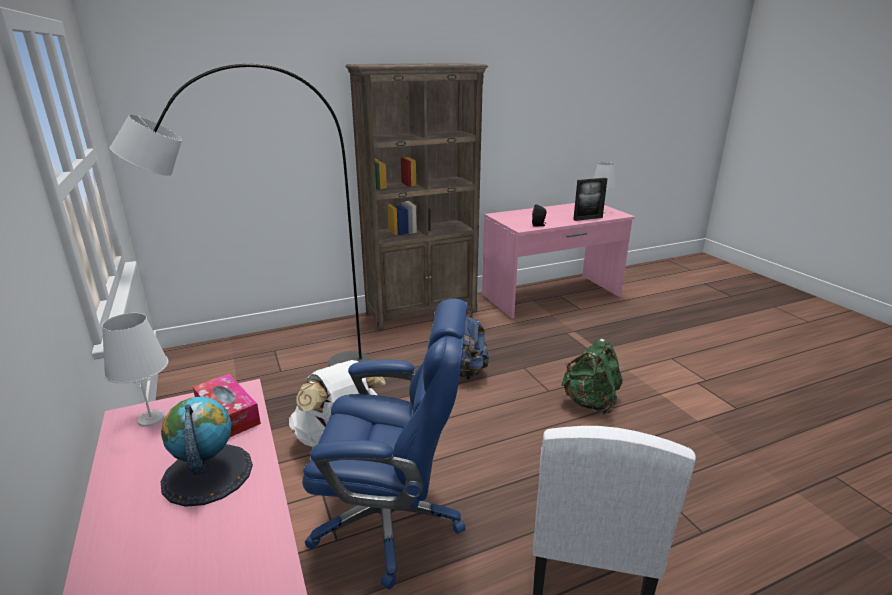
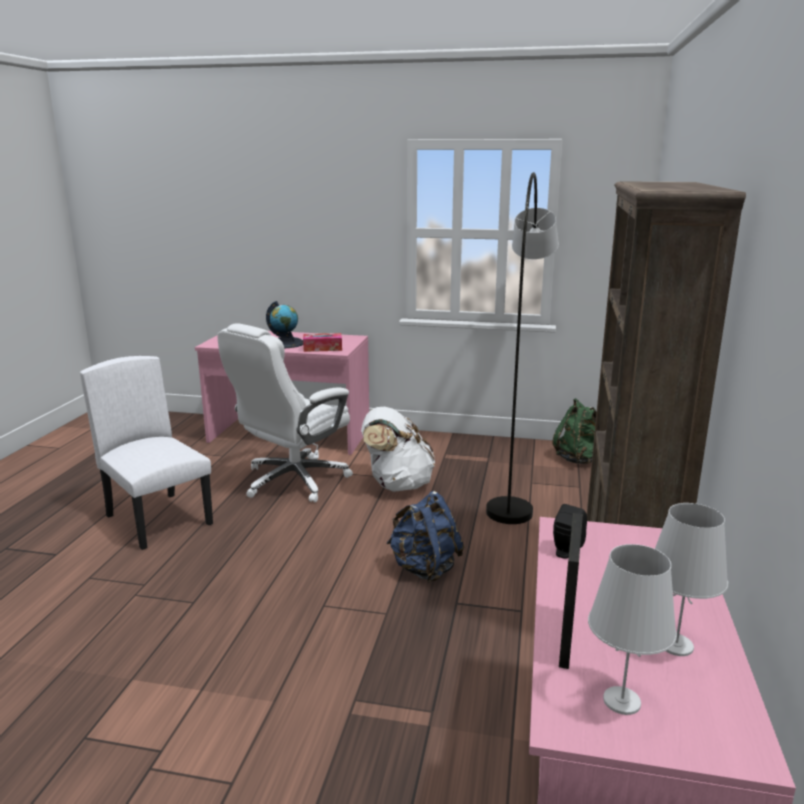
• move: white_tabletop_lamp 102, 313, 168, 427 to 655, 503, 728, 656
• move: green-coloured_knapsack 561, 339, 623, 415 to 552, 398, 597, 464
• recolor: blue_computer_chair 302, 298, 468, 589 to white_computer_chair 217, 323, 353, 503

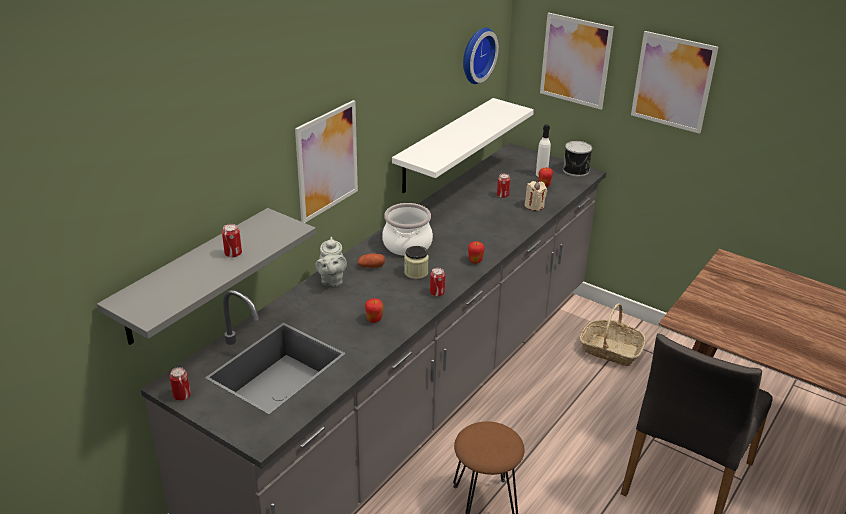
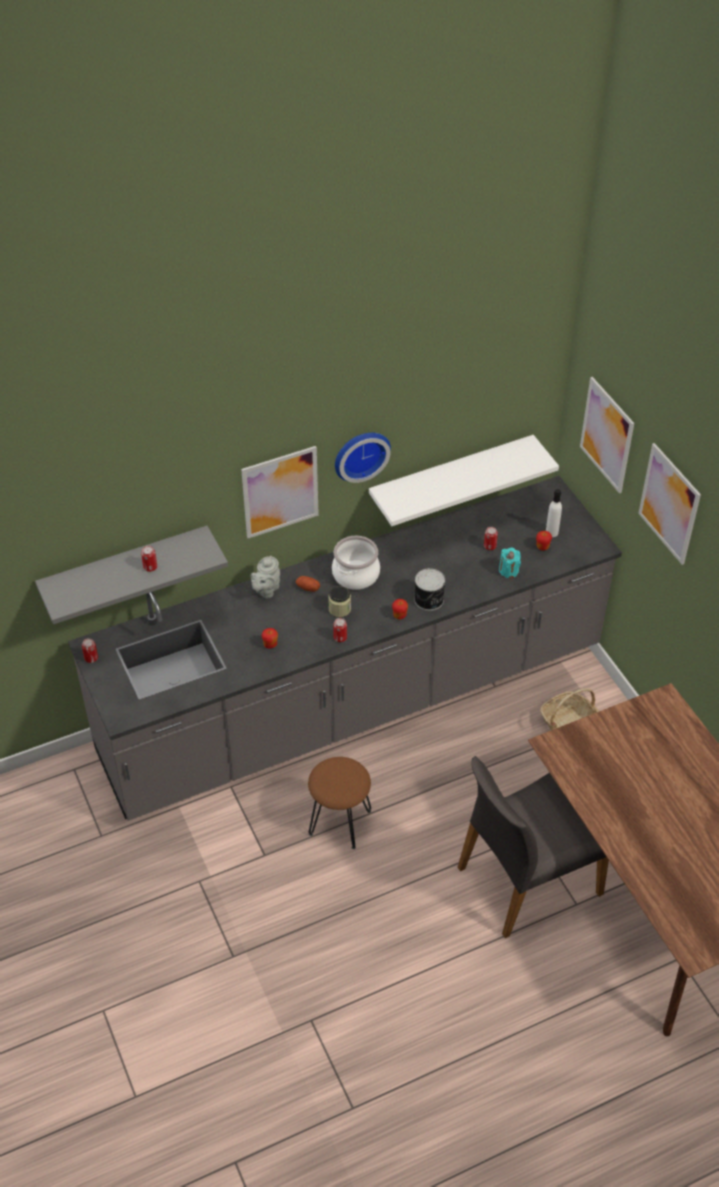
• move: hanging_clock 463, 28, 499, 84 to 335, 433, 391, 483
• move: metal_can 563, 141, 592, 177 to 414, 568, 445, 611
• recolor: beige-coloured_wax_candle 524, 181, 547, 211 to blue-green_wax_candle 499, 547, 521, 578

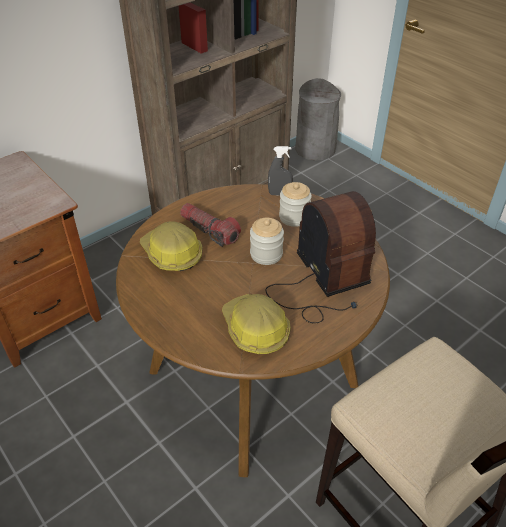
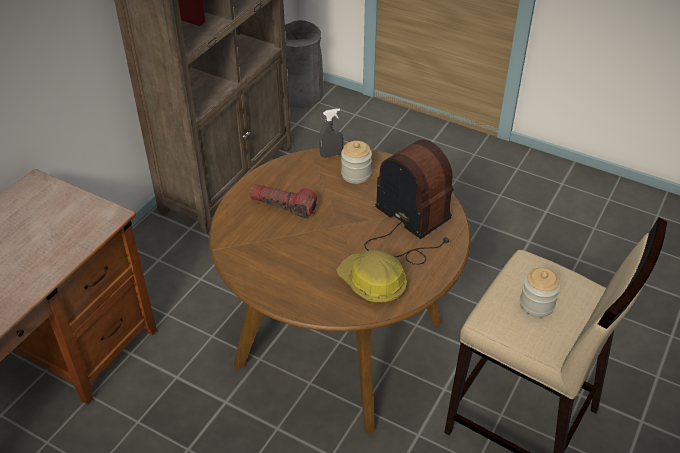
• delete: work_helmet 140, 221, 203, 271
• move: jar 250, 218, 284, 265 to 520, 267, 561, 318

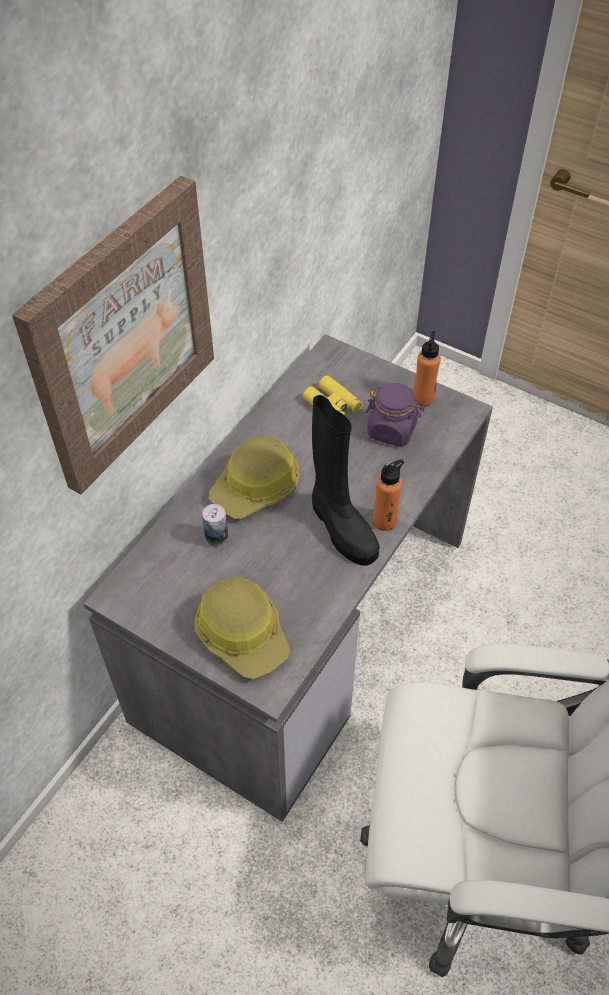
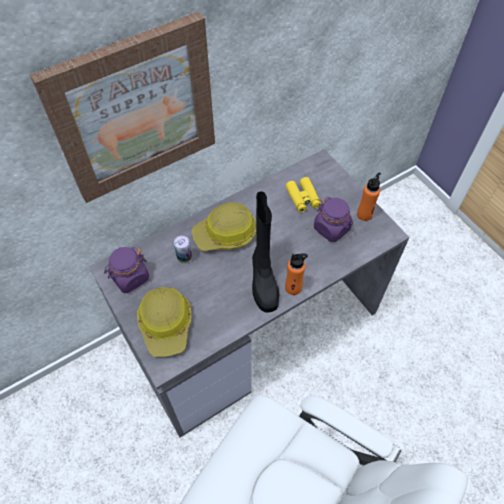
• insert: purple-coloured_jar 104, 247, 149, 293

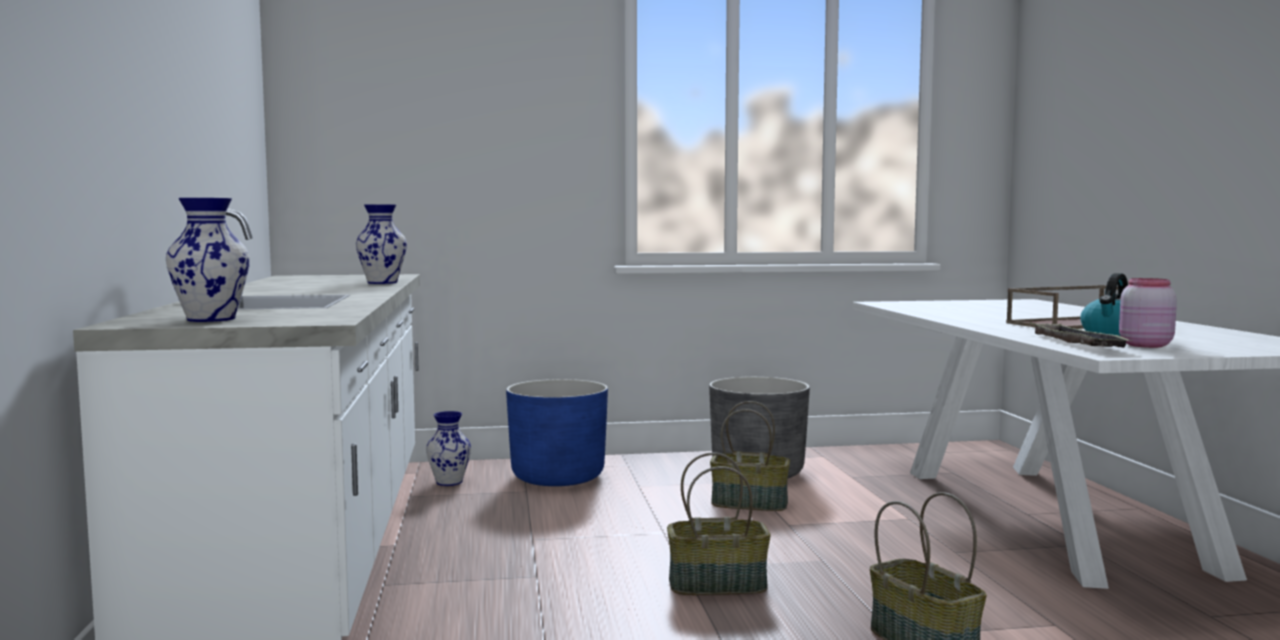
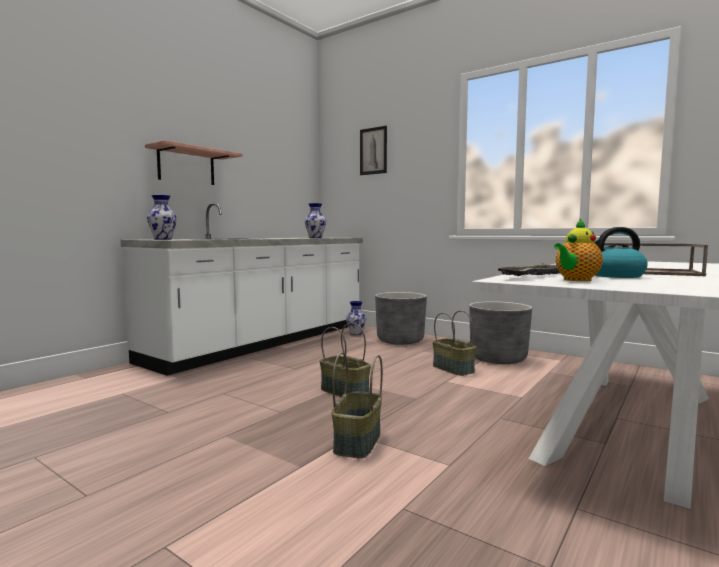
• insert: wall_shelf 145, 140, 242, 185
• insert: picture 360, 126, 387, 175
• replace: pinkish_jar 1119, 278, 1177, 348 to tea_pot 554, 219, 603, 281
• recolor: blue_flower_pot 506, 379, 608, 486 to gray_flower_pot 375, 292, 427, 345

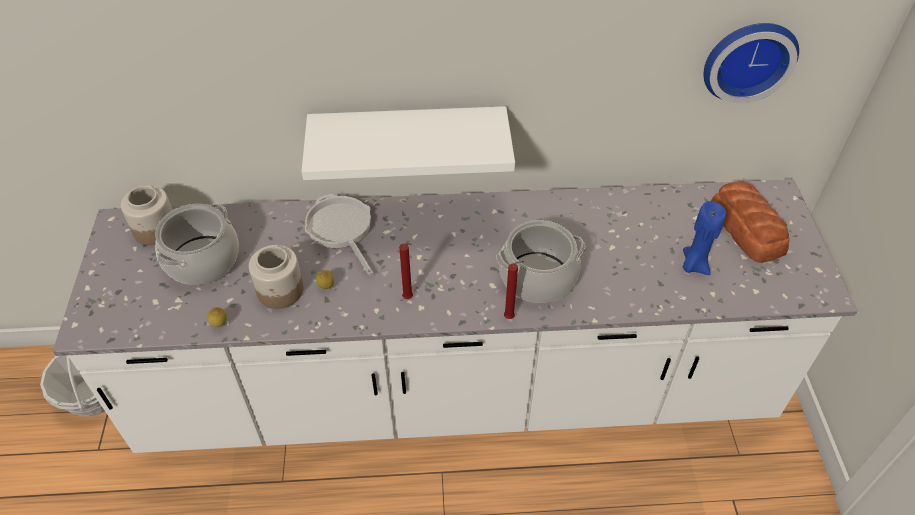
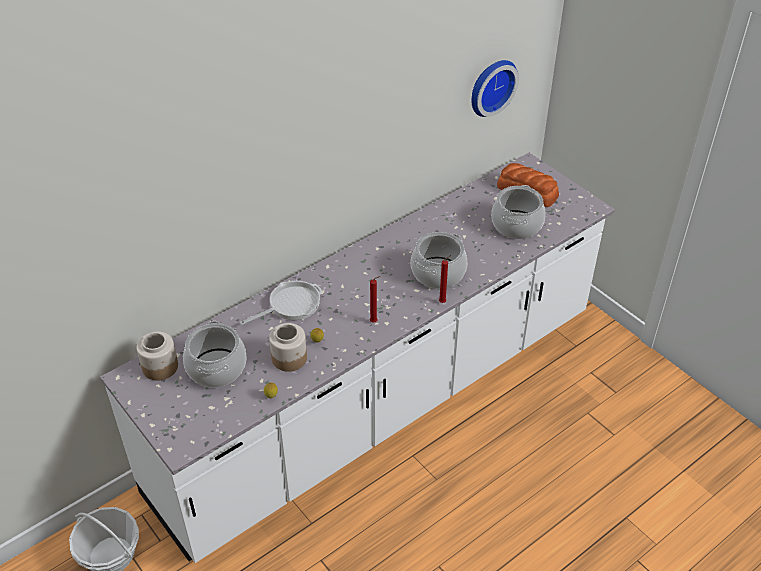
• delete: white_wall_shelf 301, 106, 515, 180
• replace: blue_wax_candle 683, 201, 726, 275 to stockpot 491, 185, 546, 239
• rotate: pan 305, 194, 374, 276 = 240, 281, 322, 325 120 degrees clockwise

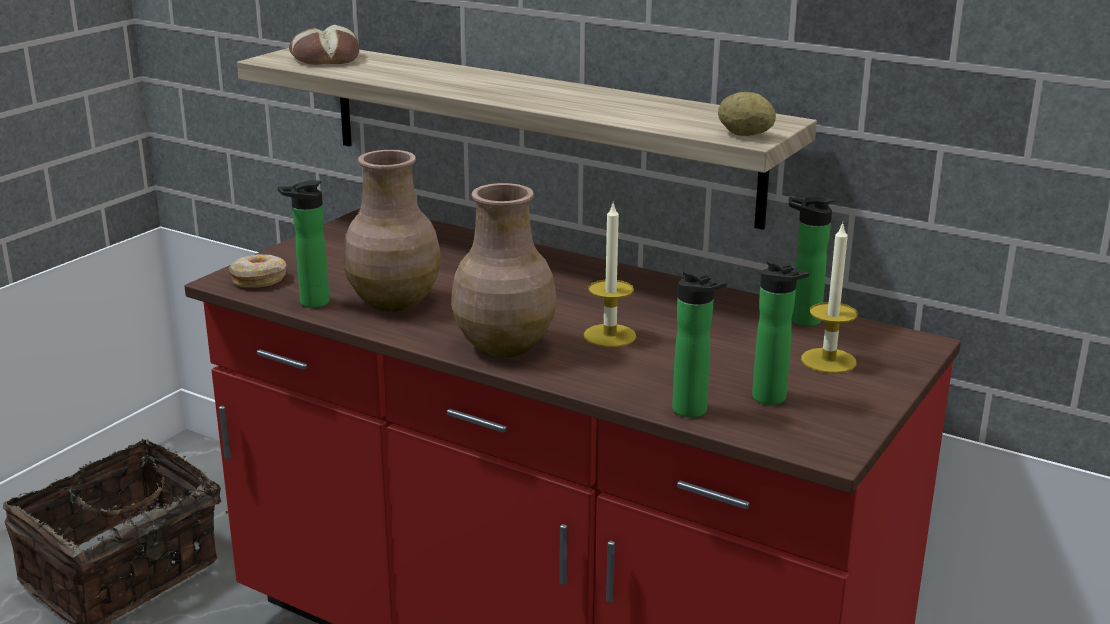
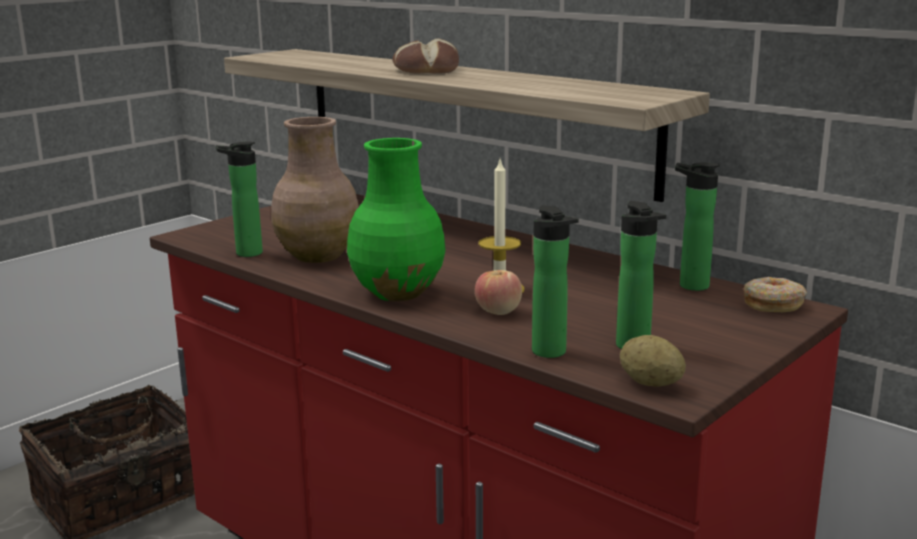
• delete: wax_candle 801, 222, 858, 374
• insert: apple 475, 270, 522, 315
• move: donut 229, 254, 287, 288 to 743, 277, 807, 312
• move: baked_bread 289, 25, 359, 65 to 392, 38, 459, 74
• move: spud 718, 92, 776, 136 to 620, 335, 686, 387
• recolor: brownish_flower_vase 451, 183, 557, 358 to green-coloured_flower_vase 347, 138, 445, 301

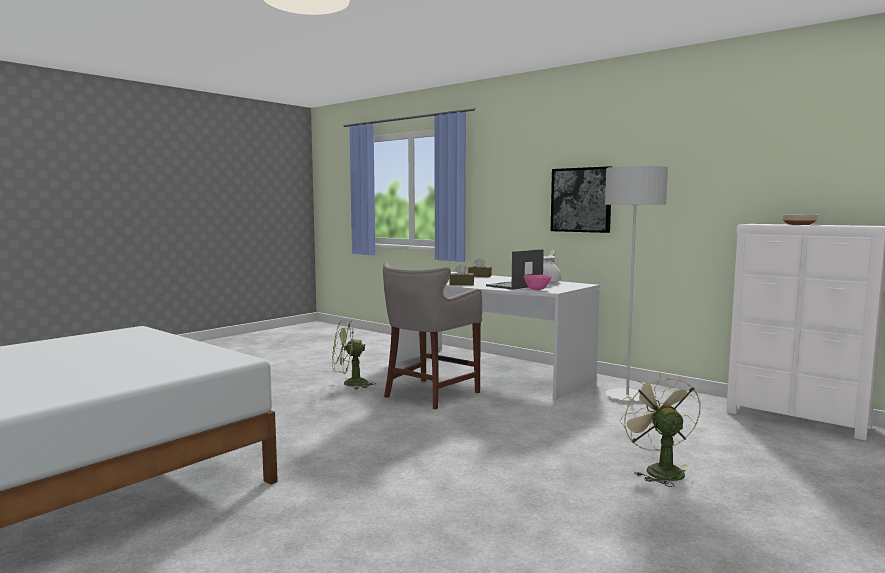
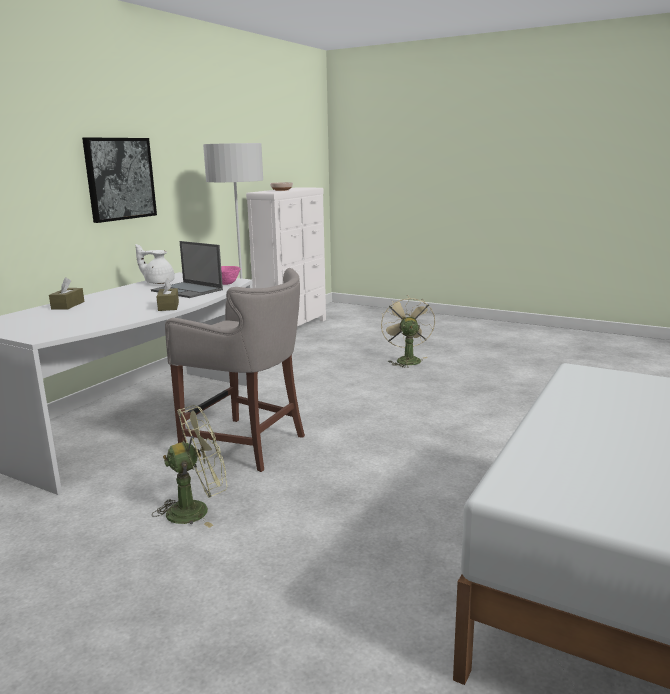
• rotate: green-coloured_electric_fan 332, 320, 375, 390 = 152, 405, 228, 528 90 degrees counterclockwise
• rotate: beige-coloured_electric_fan 620, 373, 701, 487 = 381, 295, 435, 368 105 degrees clockwise

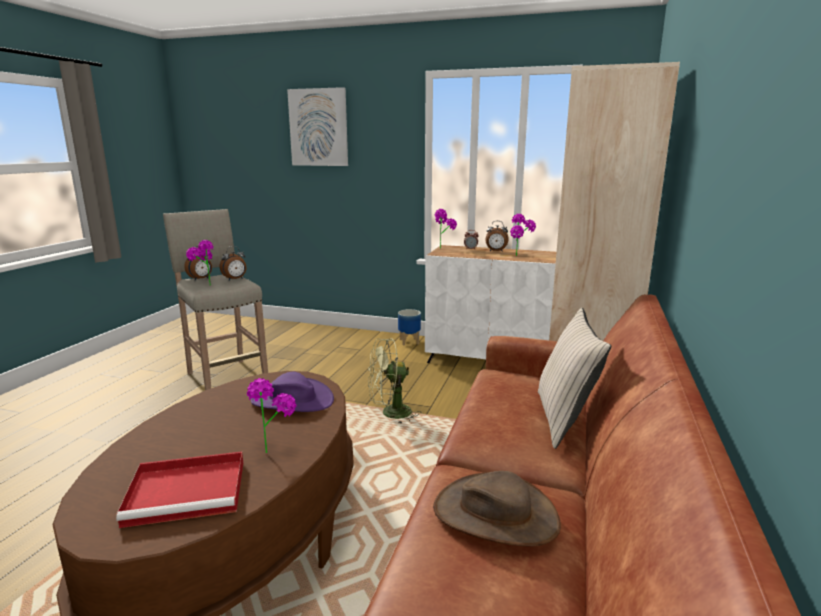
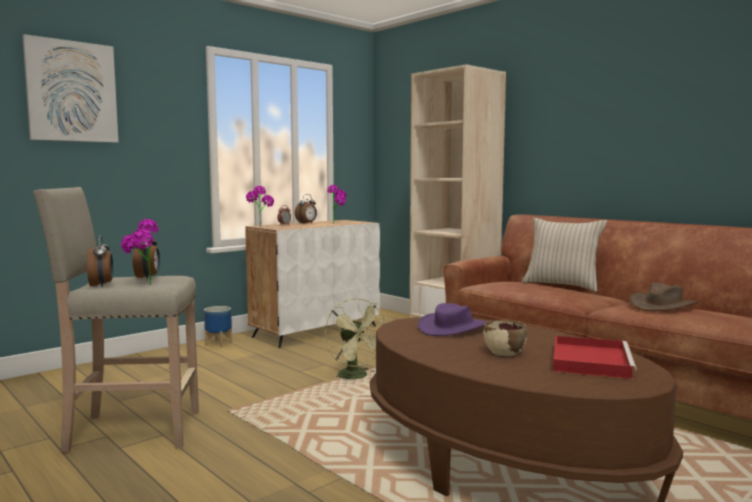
• delete: houseplant 247, 378, 296, 453
• insert: beige-coloured_serving_bowl 484, 320, 527, 356
• rotate: green-coloured_electric_fan 368, 338, 422, 424 = 325, 298, 388, 379 45 degrees counterclockwise

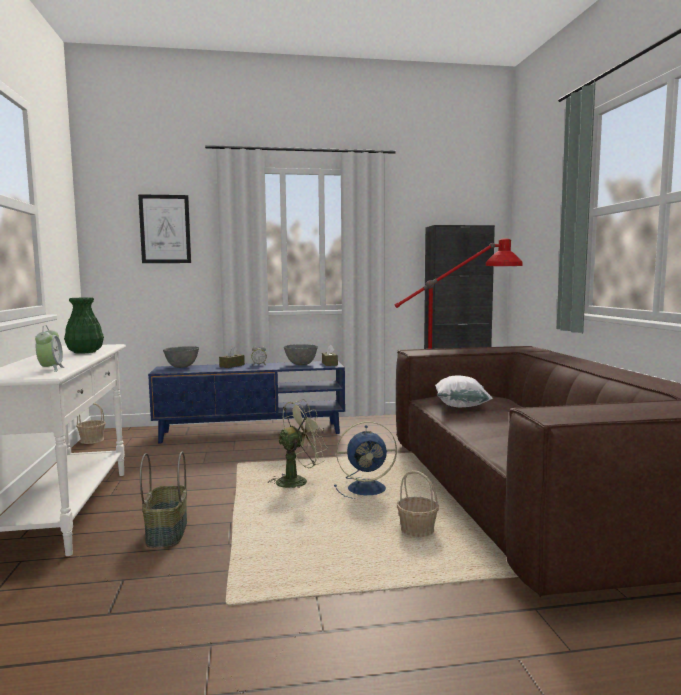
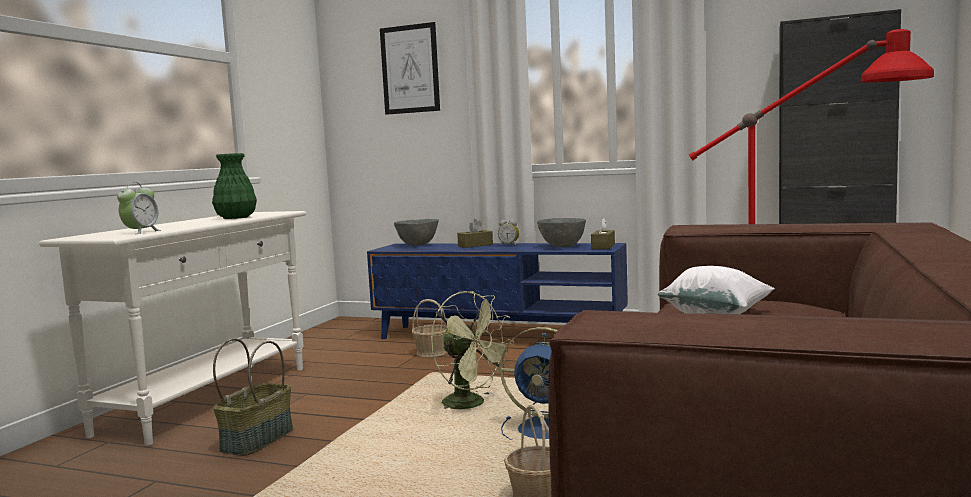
• move: storage_basket 76, 403, 106, 444 to 412, 299, 447, 357
• rotate: green-coloured_electric_fan 268, 399, 328, 488 = 431, 291, 515, 410 45 degrees clockwise

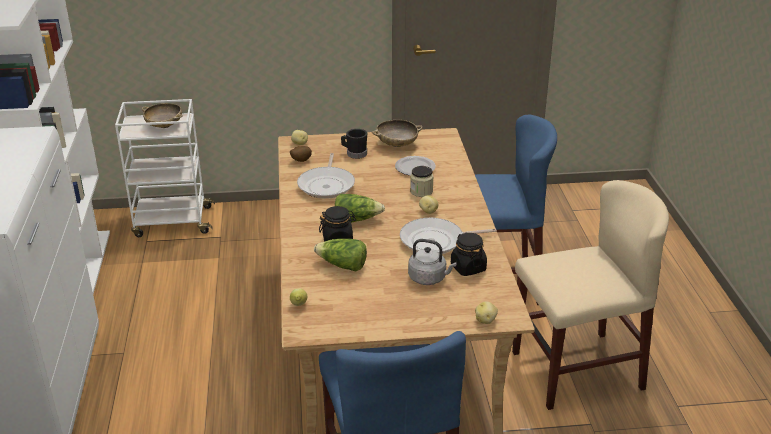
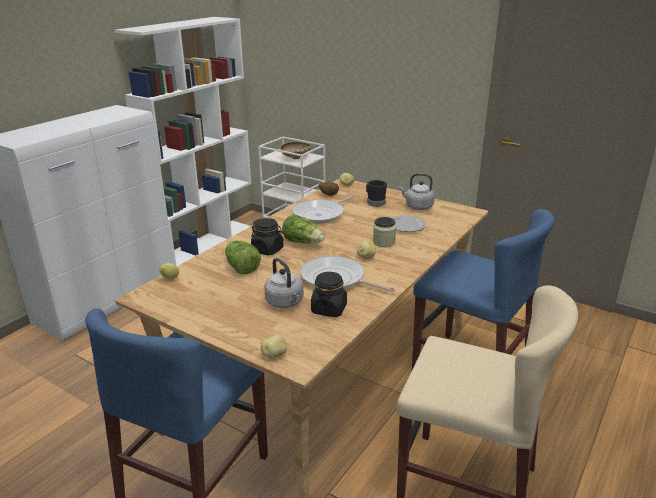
• replace: beige-coloured_serving_bowl 372, 120, 423, 147 to gray_water_kettle 399, 173, 435, 210

